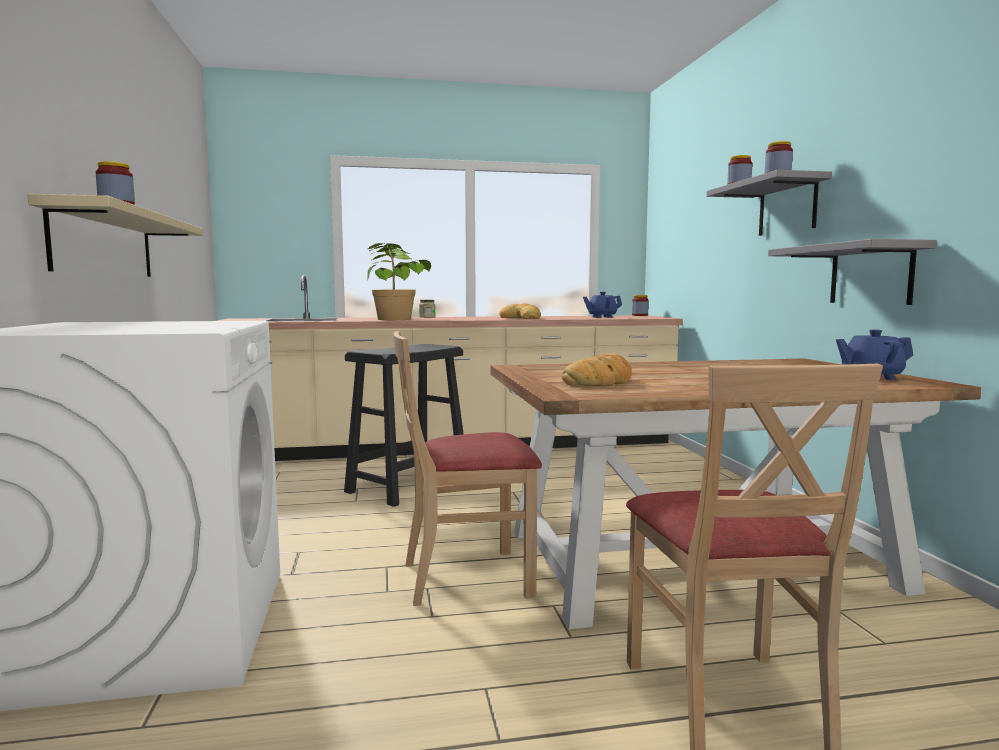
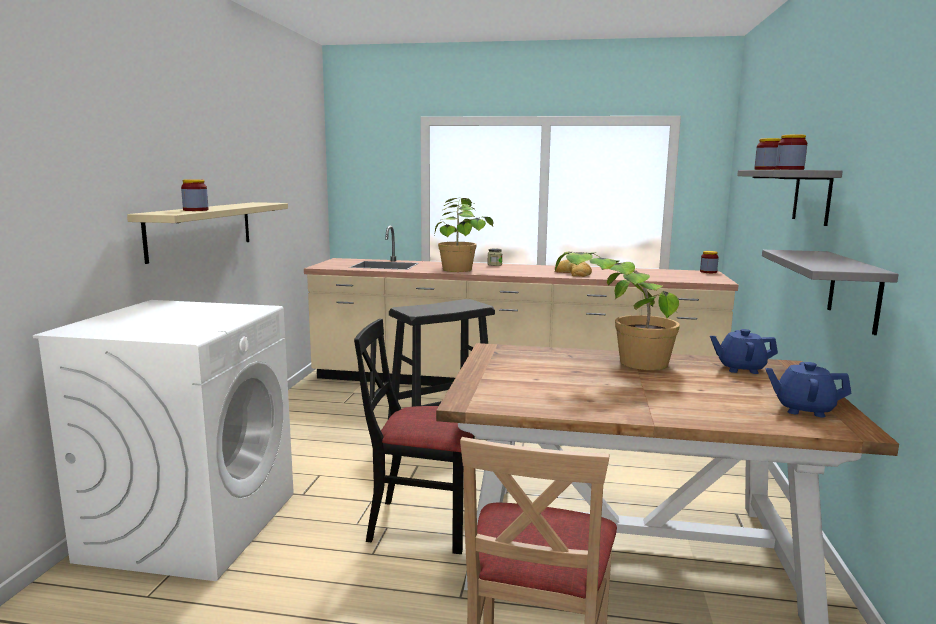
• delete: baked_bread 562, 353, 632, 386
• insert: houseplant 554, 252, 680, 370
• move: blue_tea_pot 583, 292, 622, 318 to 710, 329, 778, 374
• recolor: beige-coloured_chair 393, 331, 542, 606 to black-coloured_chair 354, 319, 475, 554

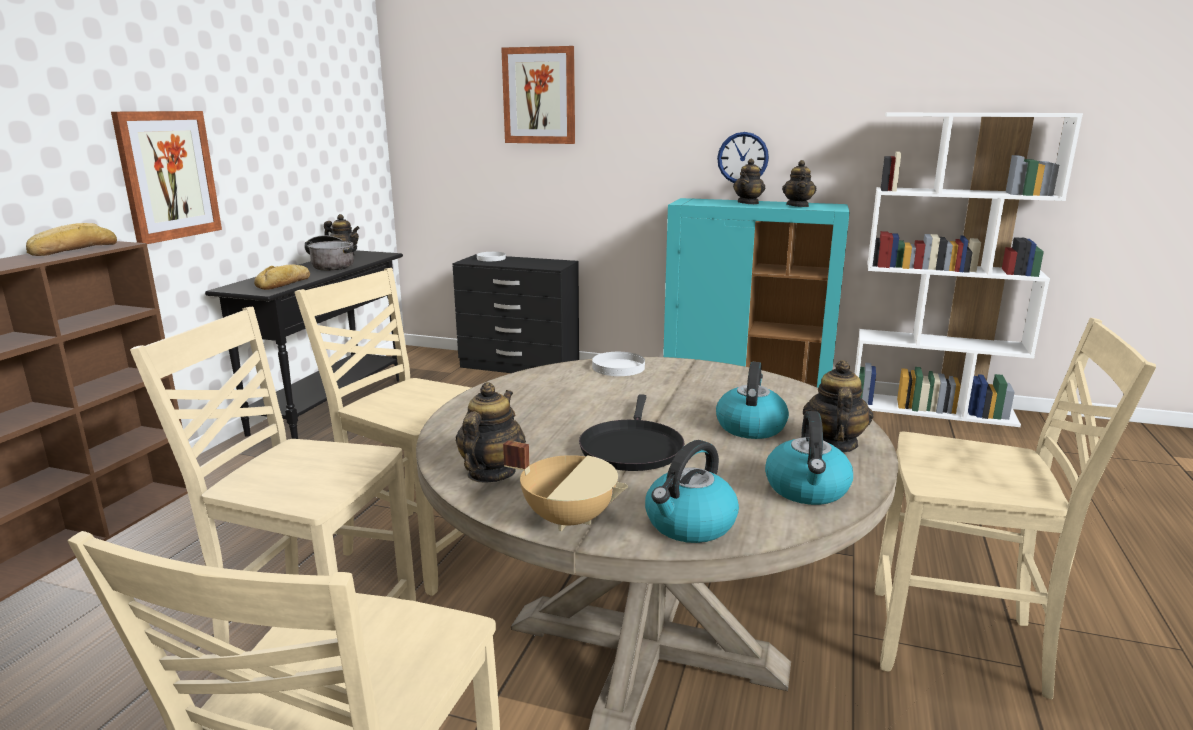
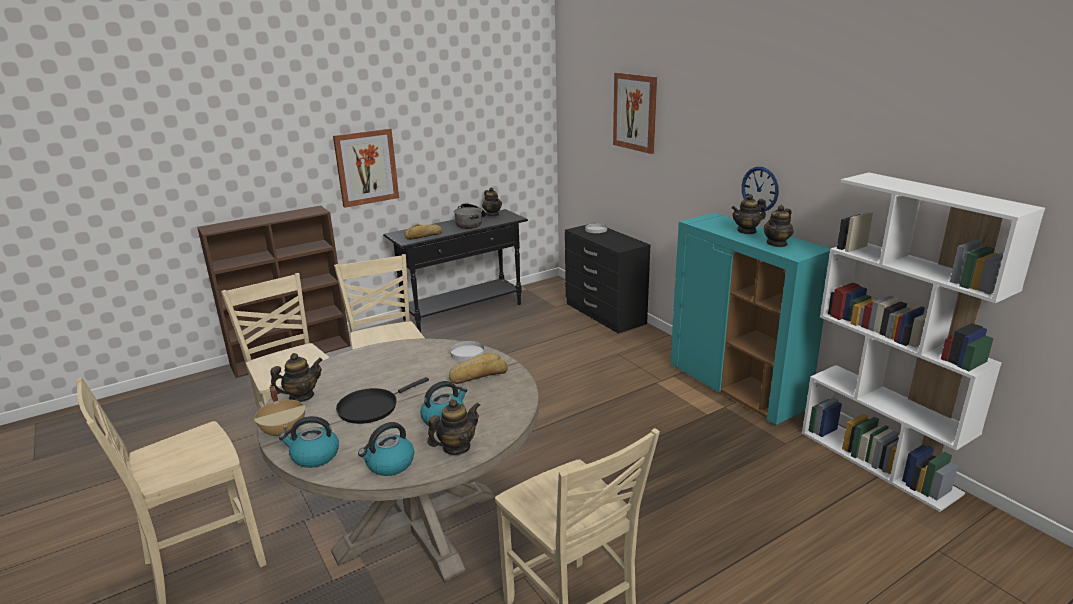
• move: baked_bread 26, 223, 117, 256 to 449, 353, 508, 384

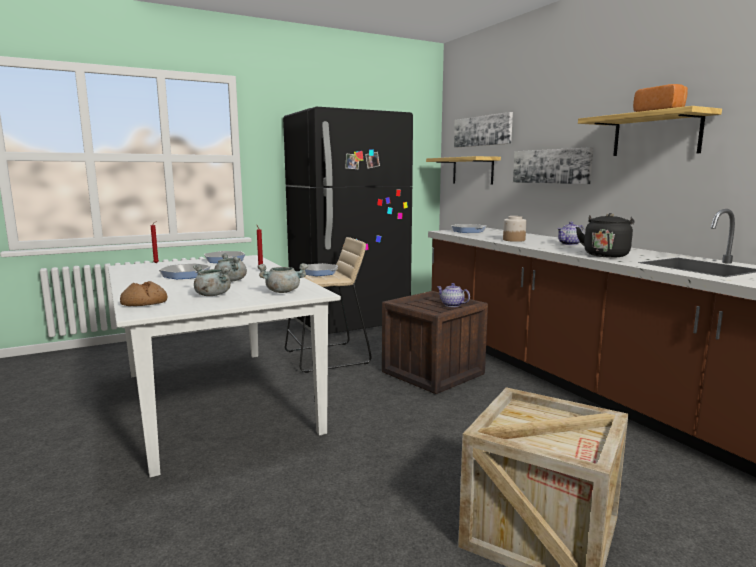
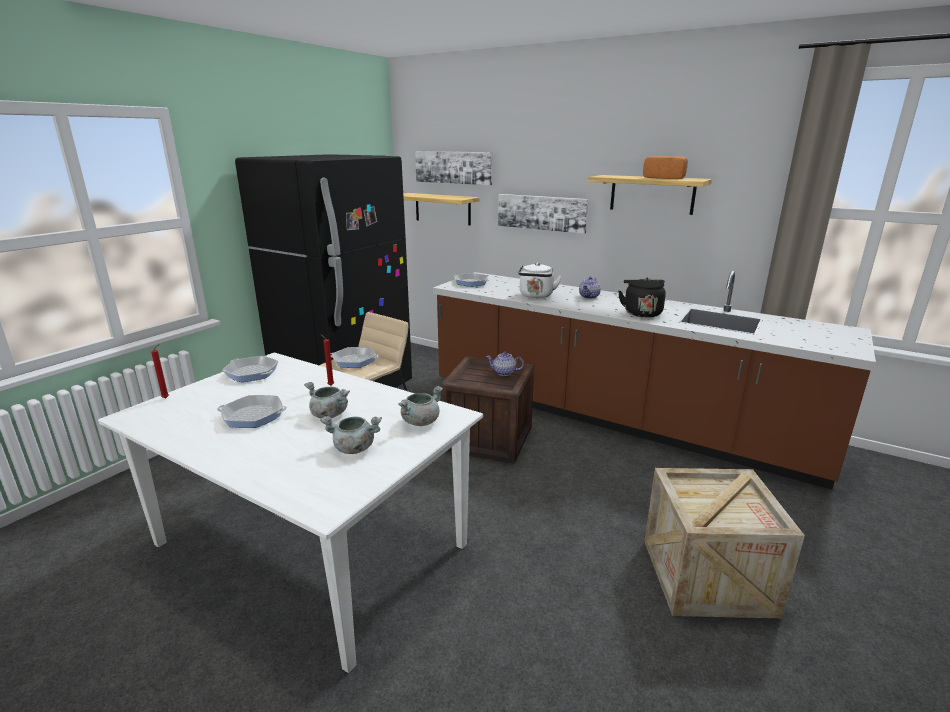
• delete: baked_bread 120, 281, 168, 306
• replace: jar 503, 216, 527, 242 to white_water_kettle 518, 263, 562, 298

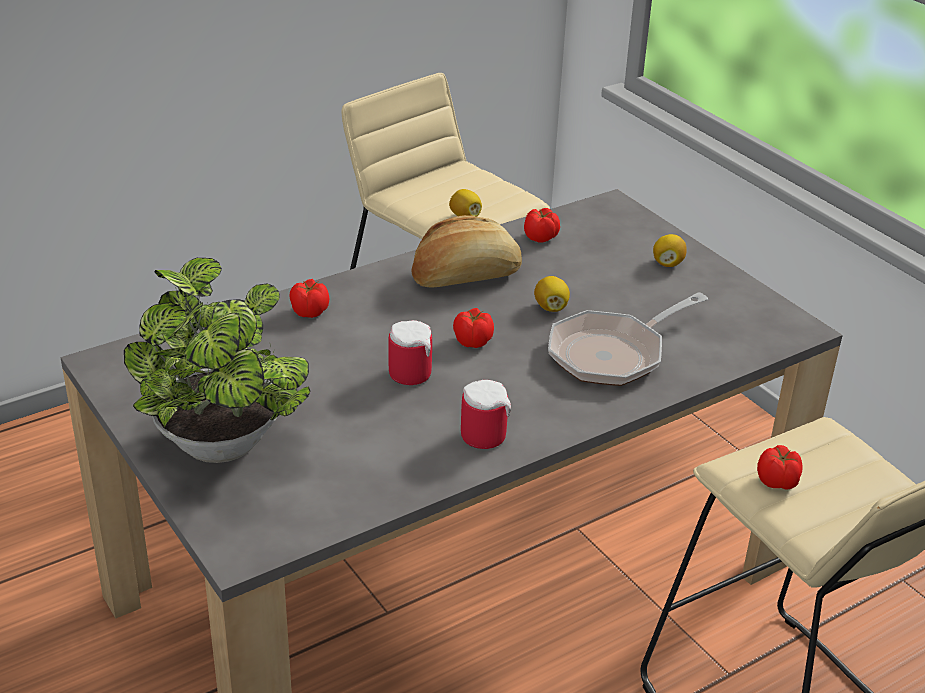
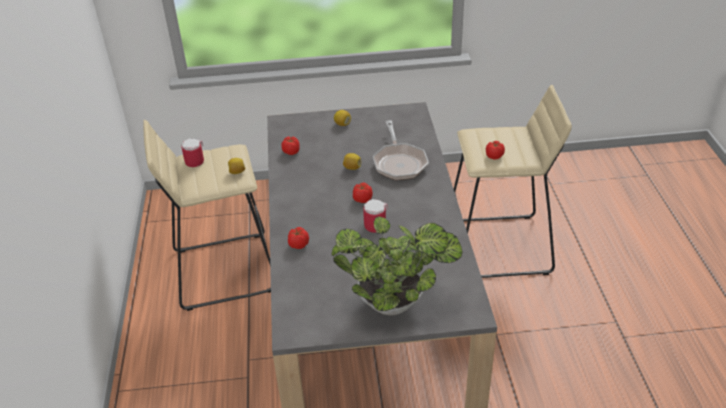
• delete: baked_bread 411, 215, 522, 287
• move: coffee_mug 461, 380, 511, 449 to 181, 138, 204, 167

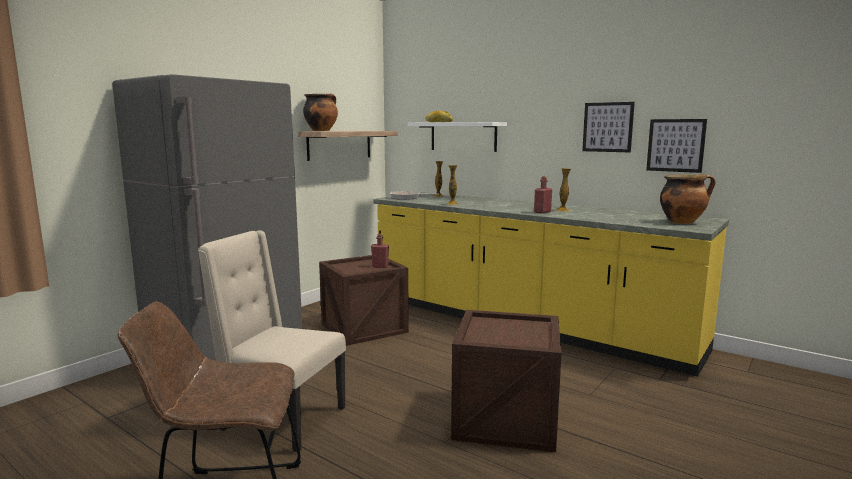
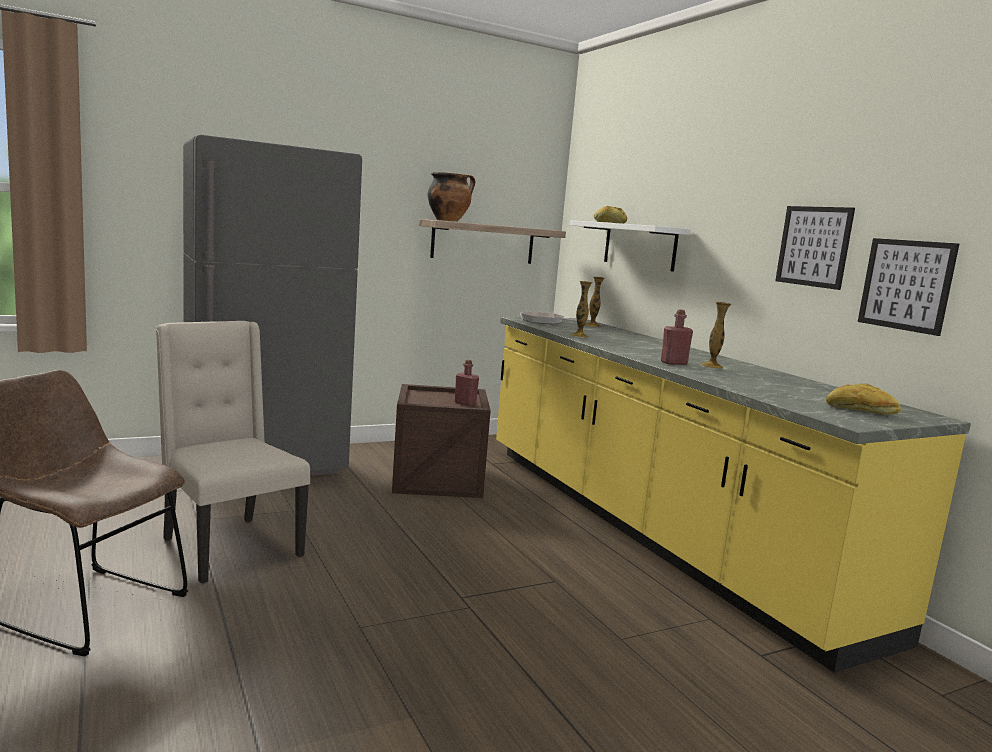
• delete: packing_crate 451, 310, 562, 452
• replace: stockpot 660, 174, 716, 224 to baked_bread 826, 383, 901, 415

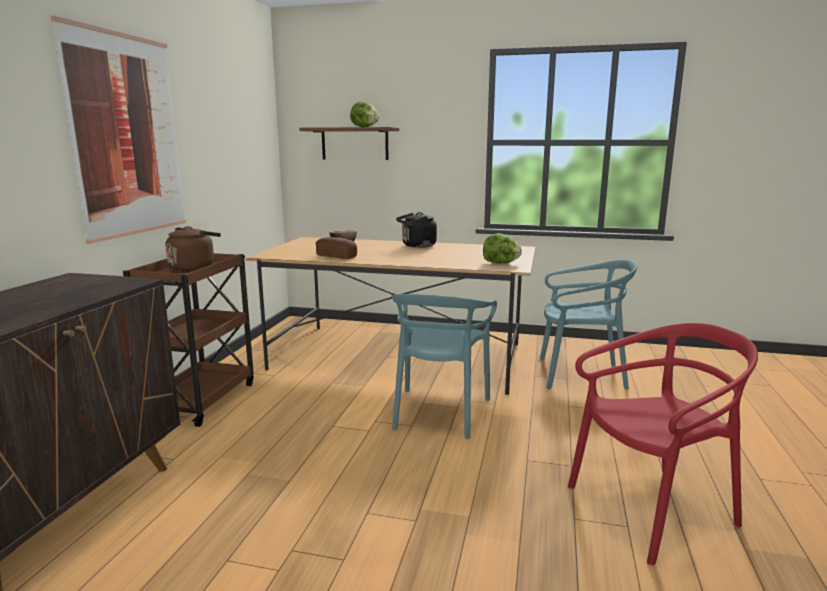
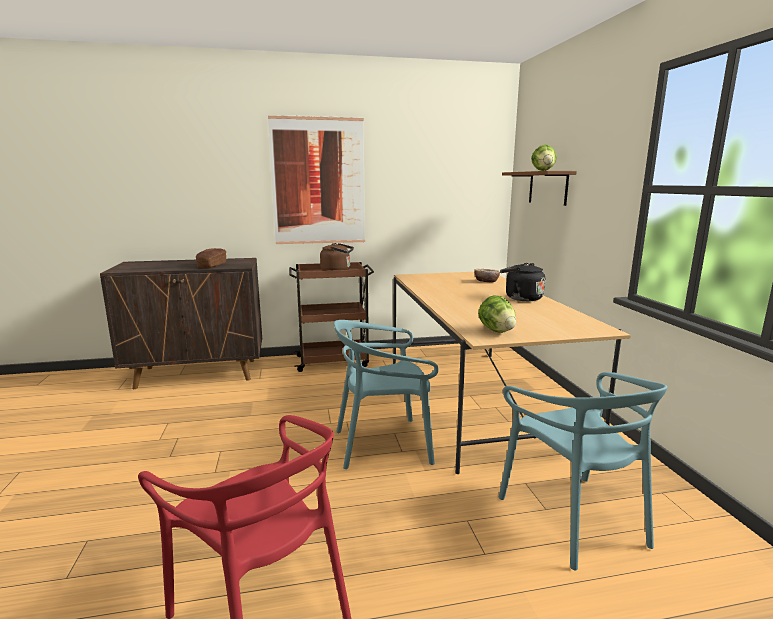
• move: baked_bread 315, 237, 357, 259 to 196, 248, 226, 268

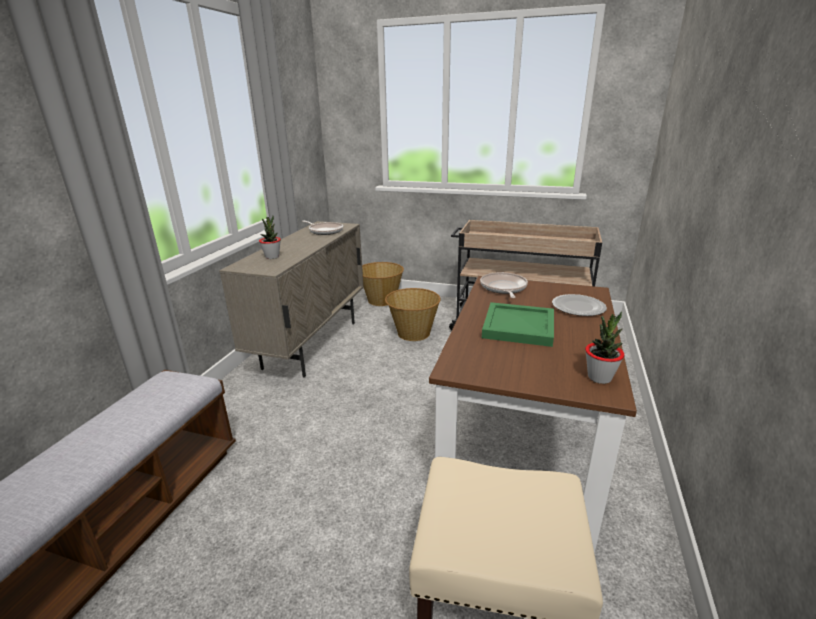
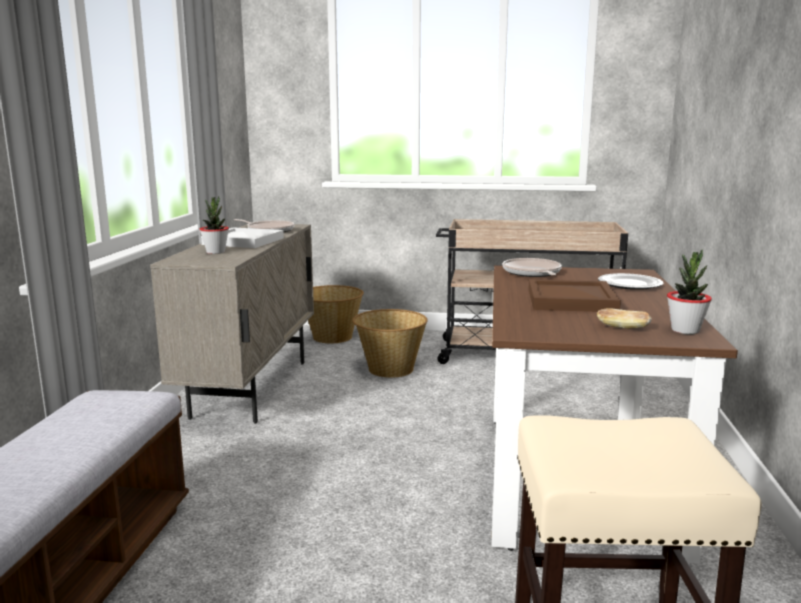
• insert: white_carrying_tray 201, 227, 284, 248
• insert: baked_bread 597, 308, 652, 329
• recolor: green-coloured_carrying_tray 482, 302, 554, 347 to brownish_carrying_tray 528, 279, 621, 312

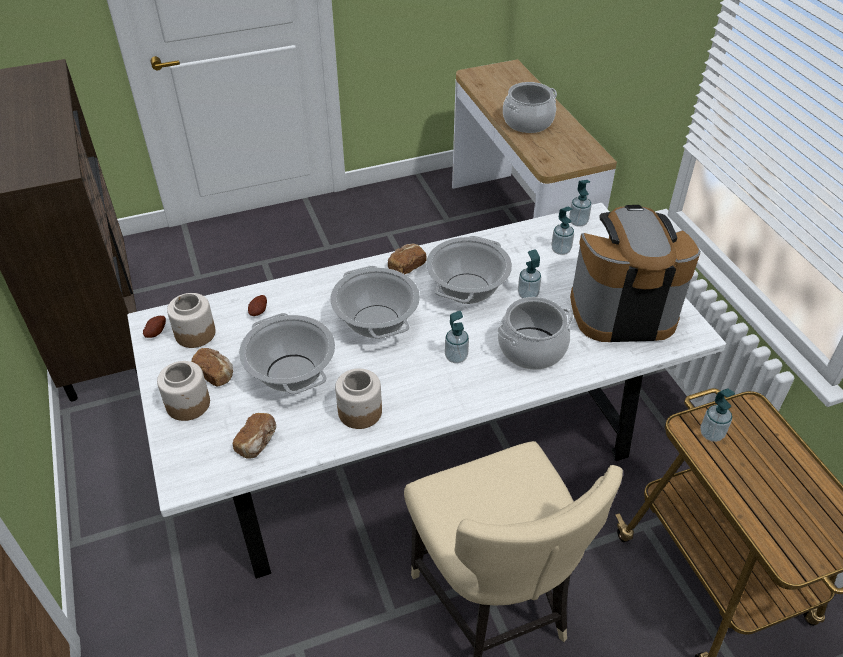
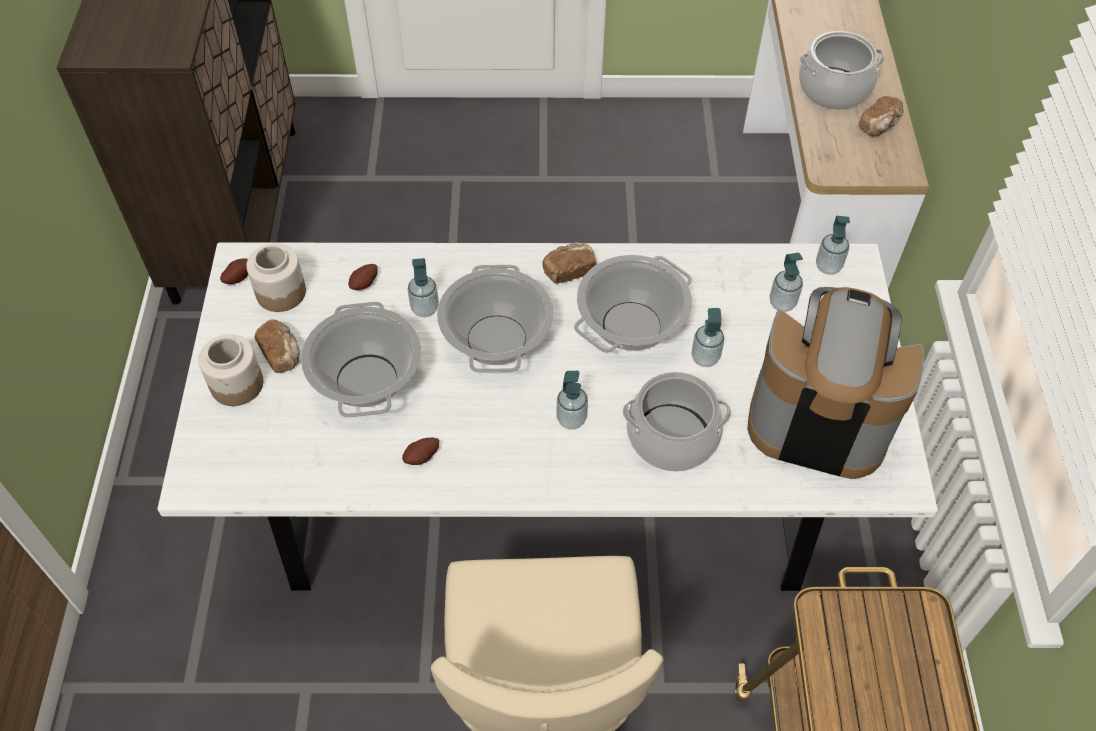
• move: baked_bread 233, 413, 276, 459 to 859, 96, 904, 137
• move: soap_bottle 700, 388, 735, 442 to 408, 258, 439, 317
• replace: jar 335, 368, 382, 429 to spud 402, 438, 439, 465

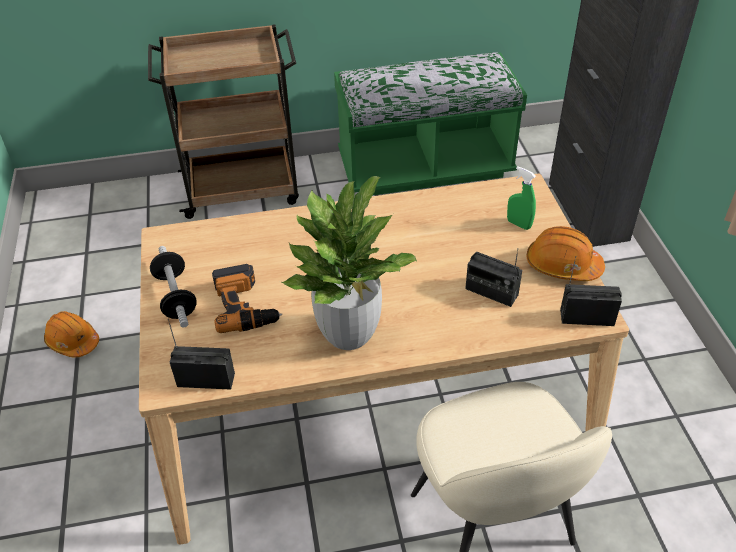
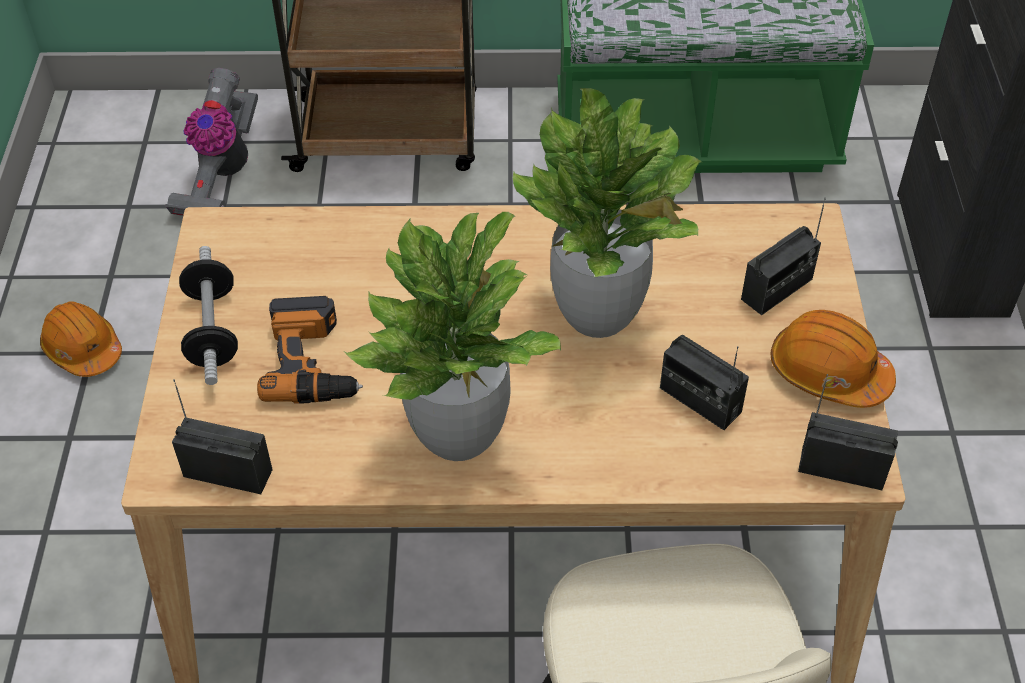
• insert: hoover 165, 68, 258, 216
• insert: houseplant 513, 88, 702, 338
• replace: green-coloured_spray_bottle 507, 166, 536, 230 to radio_receiver 741, 198, 826, 315

